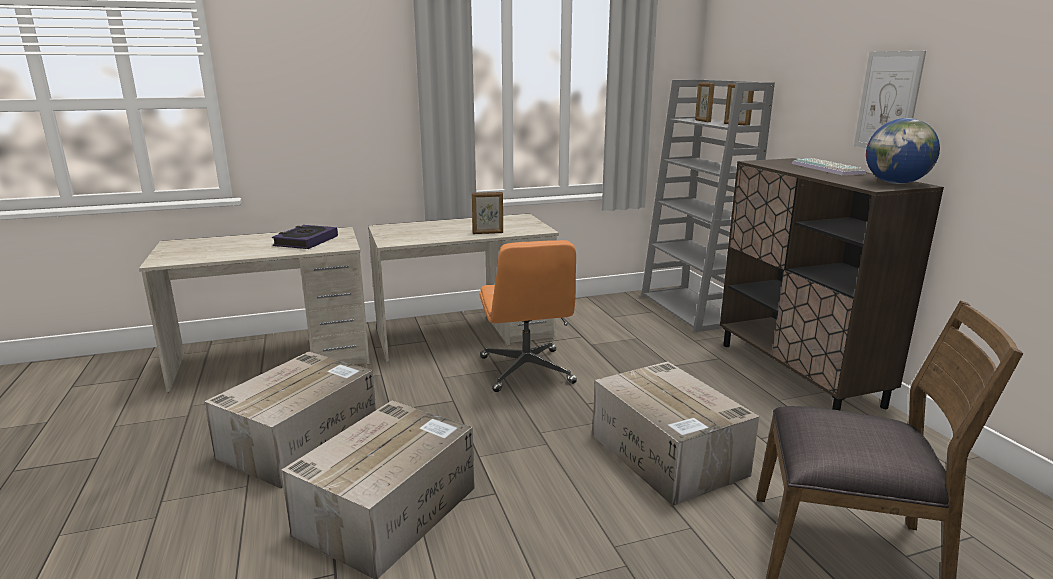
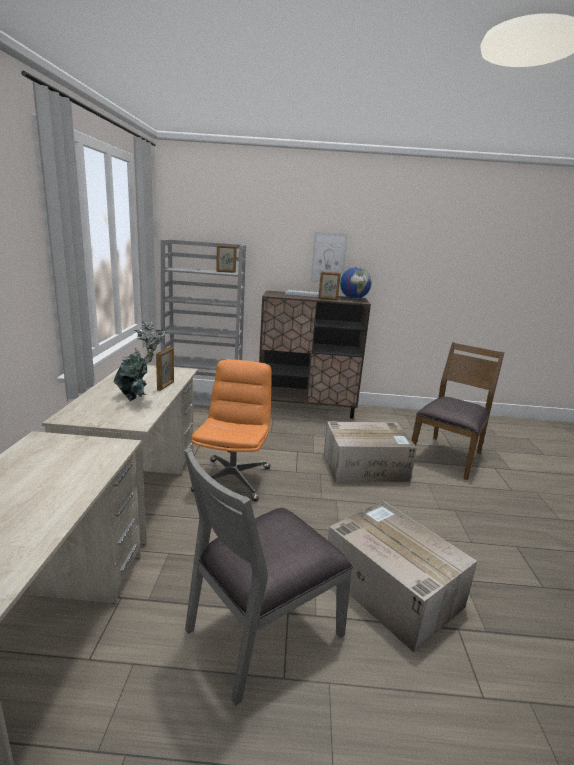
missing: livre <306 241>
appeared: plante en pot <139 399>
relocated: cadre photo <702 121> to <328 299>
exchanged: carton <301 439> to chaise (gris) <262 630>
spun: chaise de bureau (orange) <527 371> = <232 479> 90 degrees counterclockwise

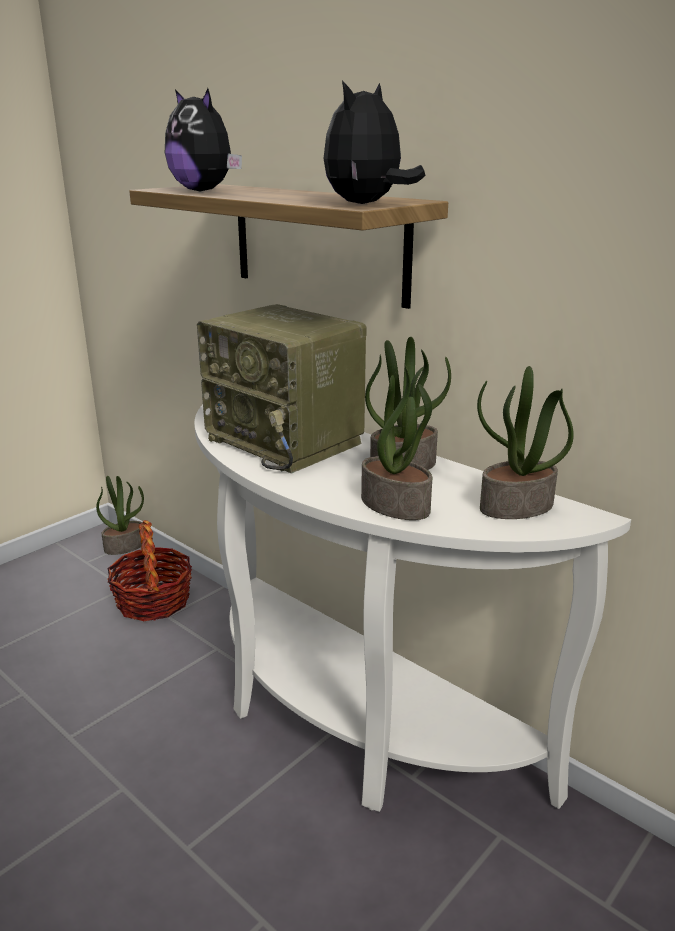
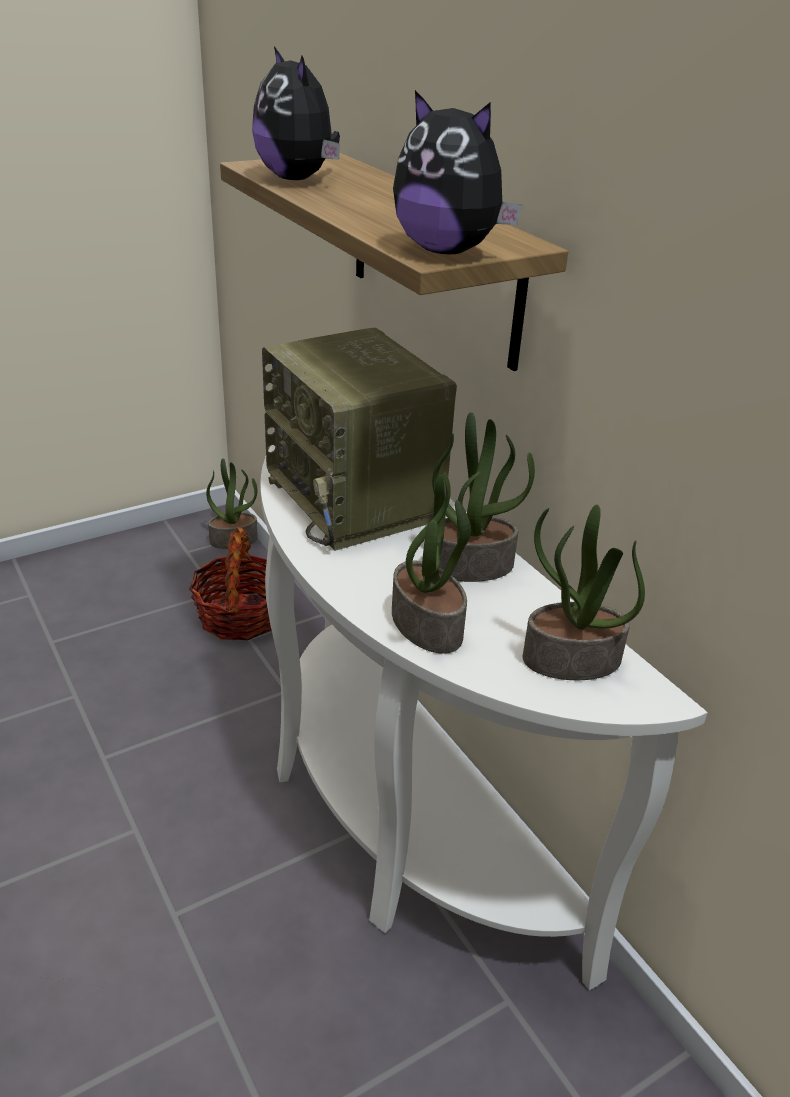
spun: peluche <367 204> = <447 251> 105 degrees counterclockwise

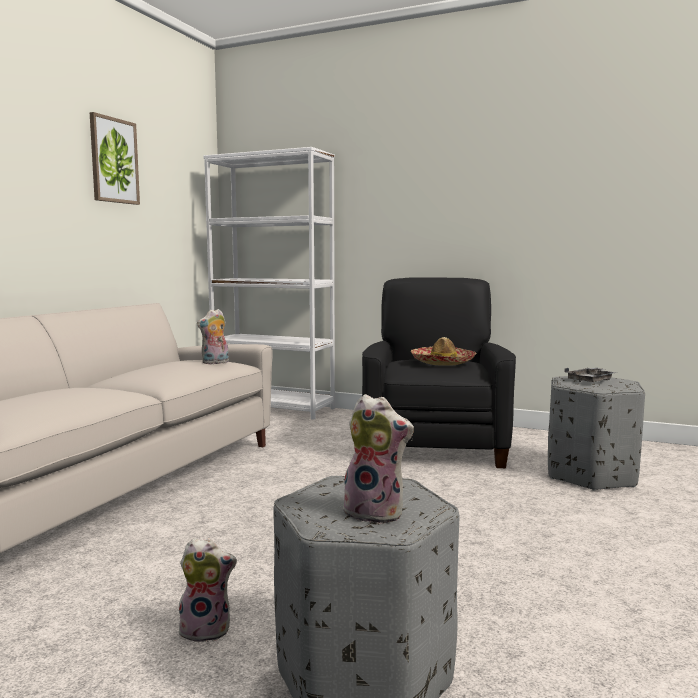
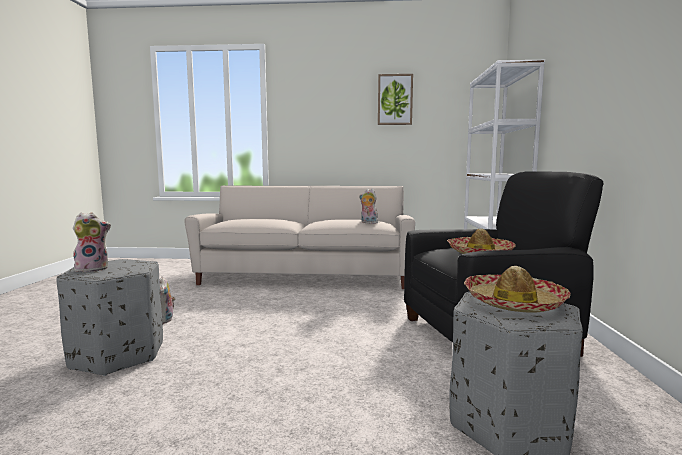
exchanged: plateau (gris) <591 381> to chapeau <513 302>
spun: peluche <376 512> = <93 269> 120 degrees counterclockwise

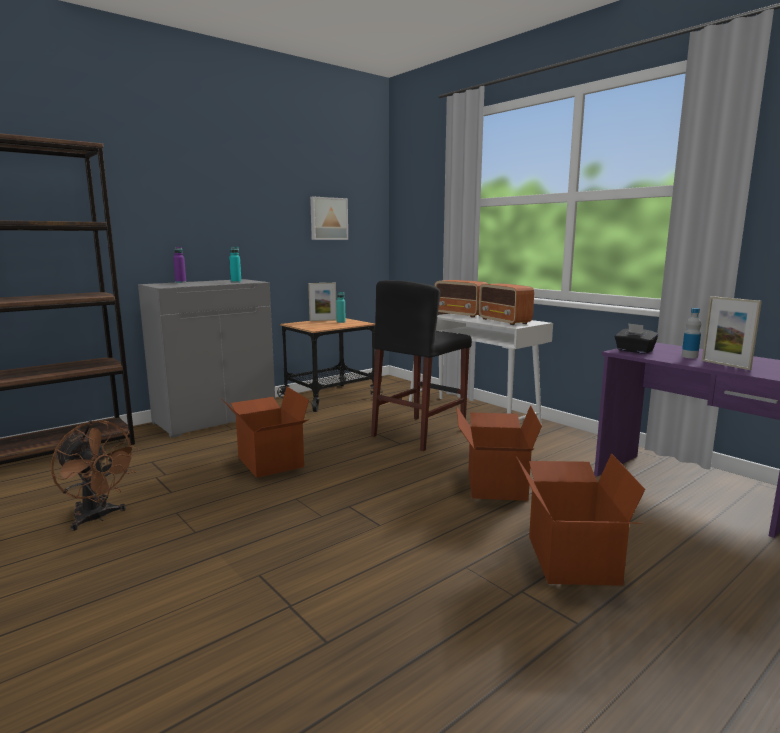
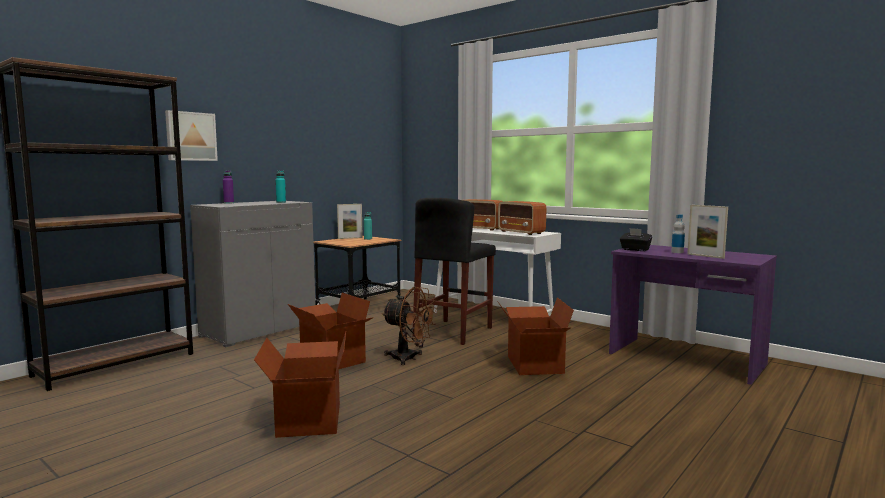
relocated: ventilateur (marron) <97 518> to <409 358>; tableau <328 218> to <190 136>; carton <570 559> to <307 420>

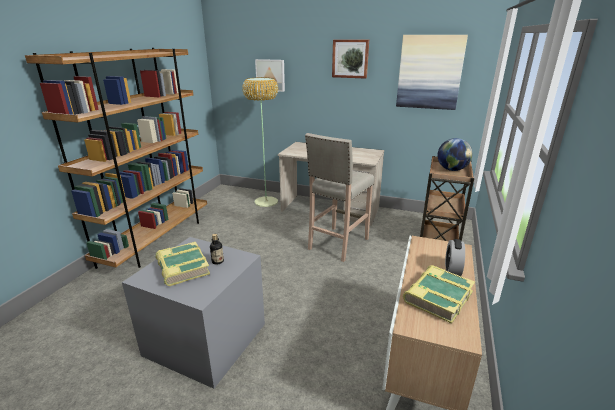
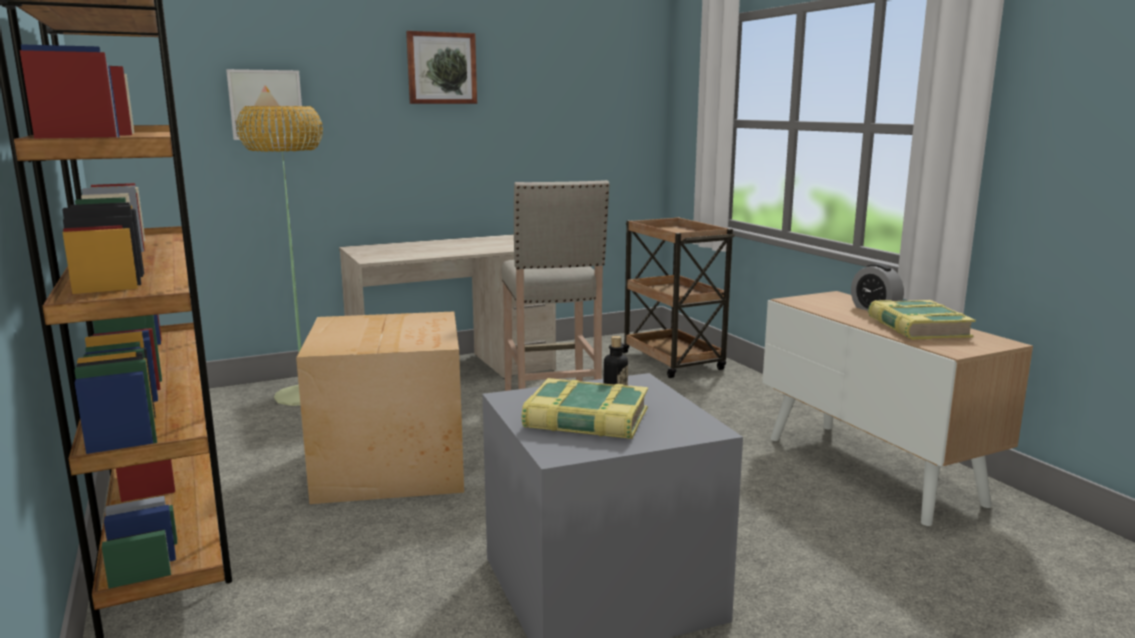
missing: tableau <429 72>; globe <451 170>
appeared: carton <393 464>

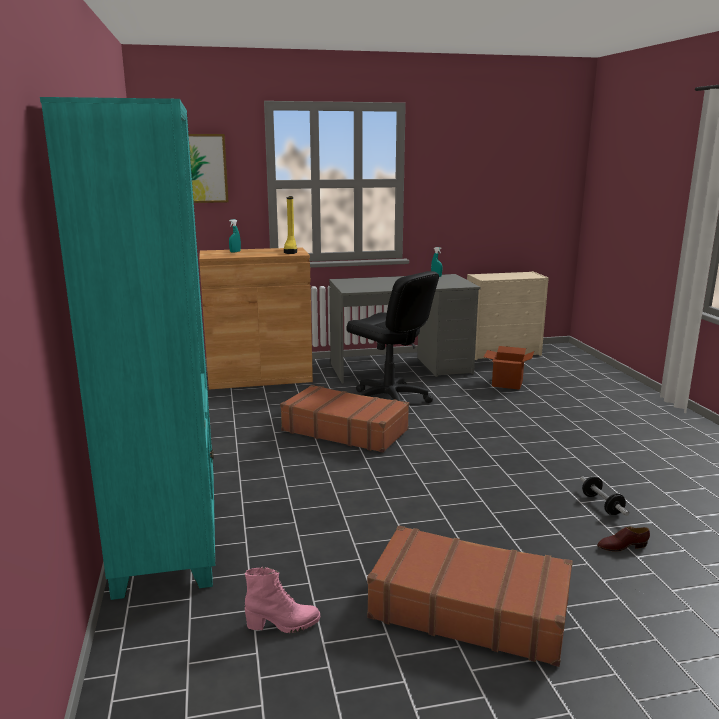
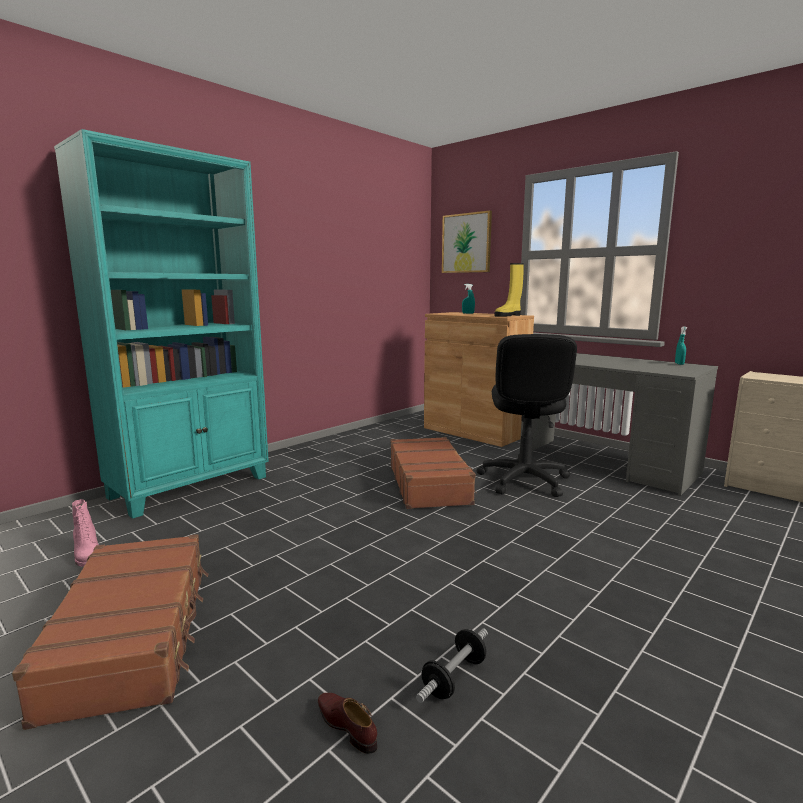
missing: carton <507 383>

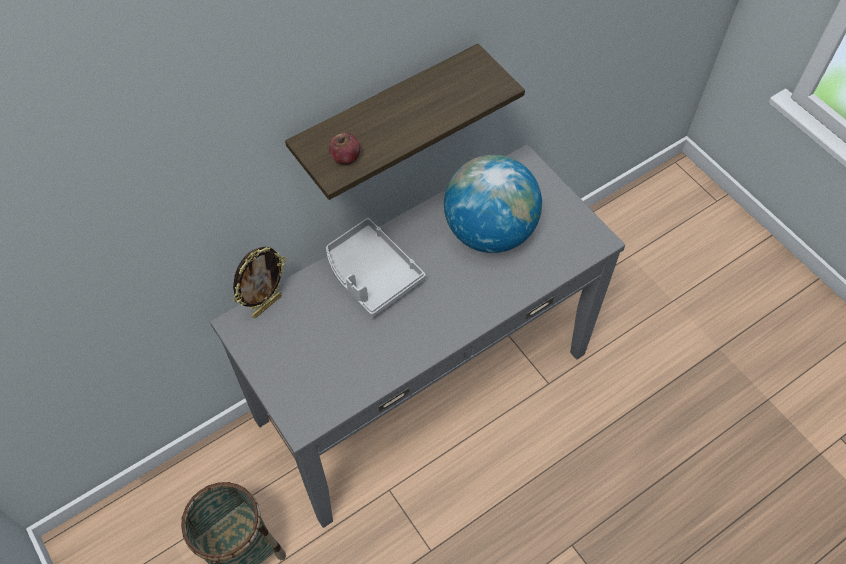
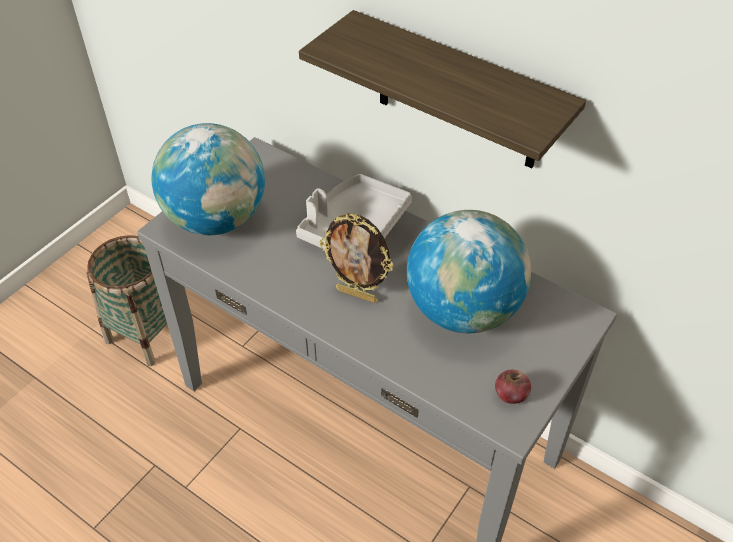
appeared: globe <216 219>
relocated: cadre photo <266 305> to <357 294>; pomme <345 157> to <511 395>

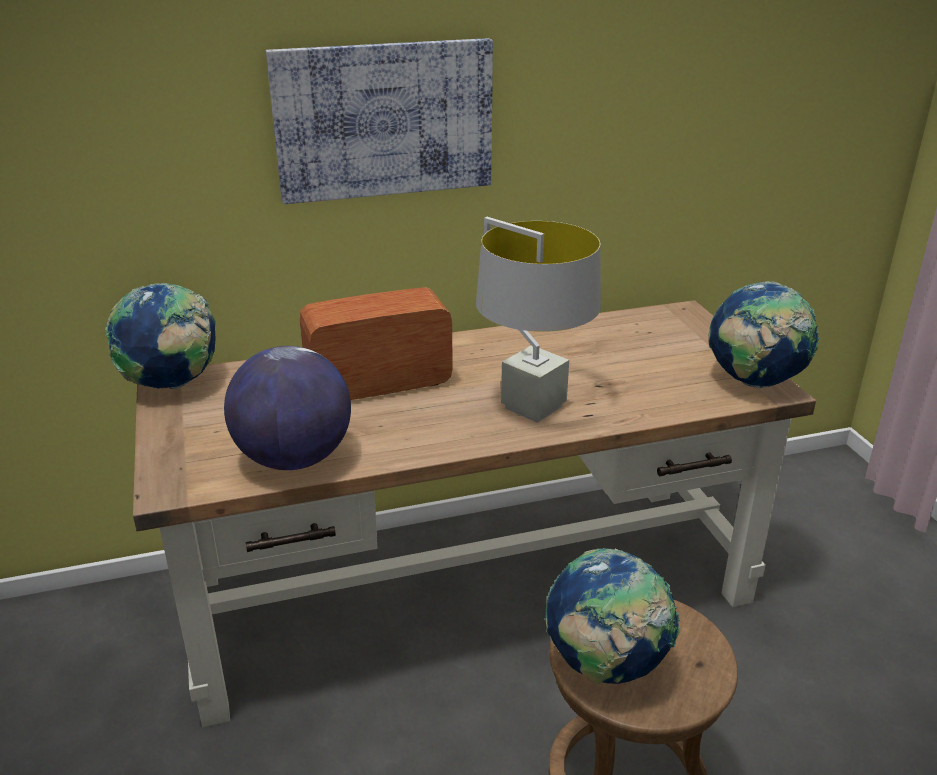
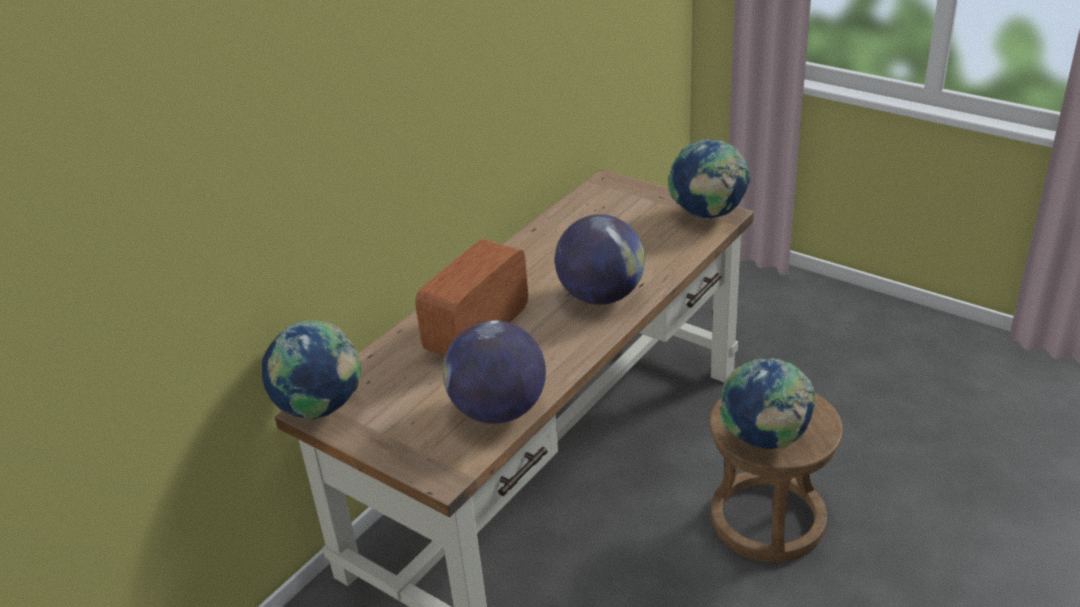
missing: tableau <384 120>
exchanged: lampe de table (gris) <533 407> to globe <601 296>

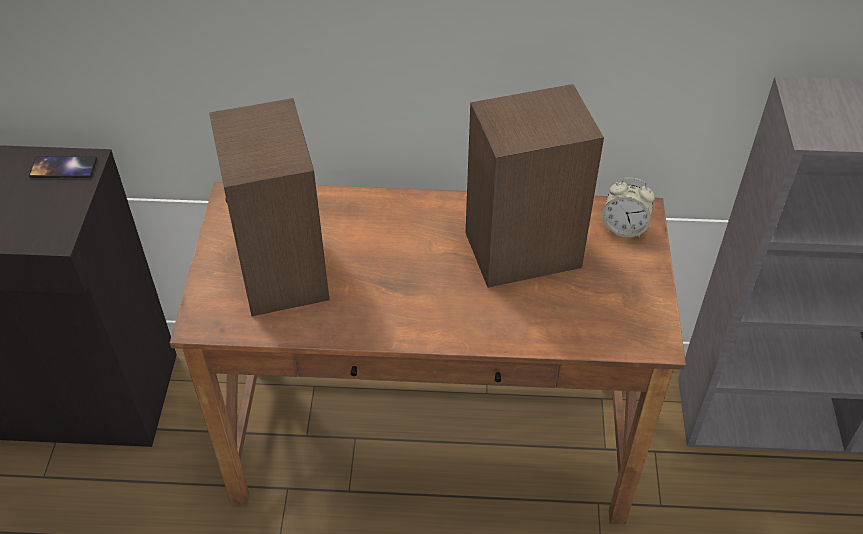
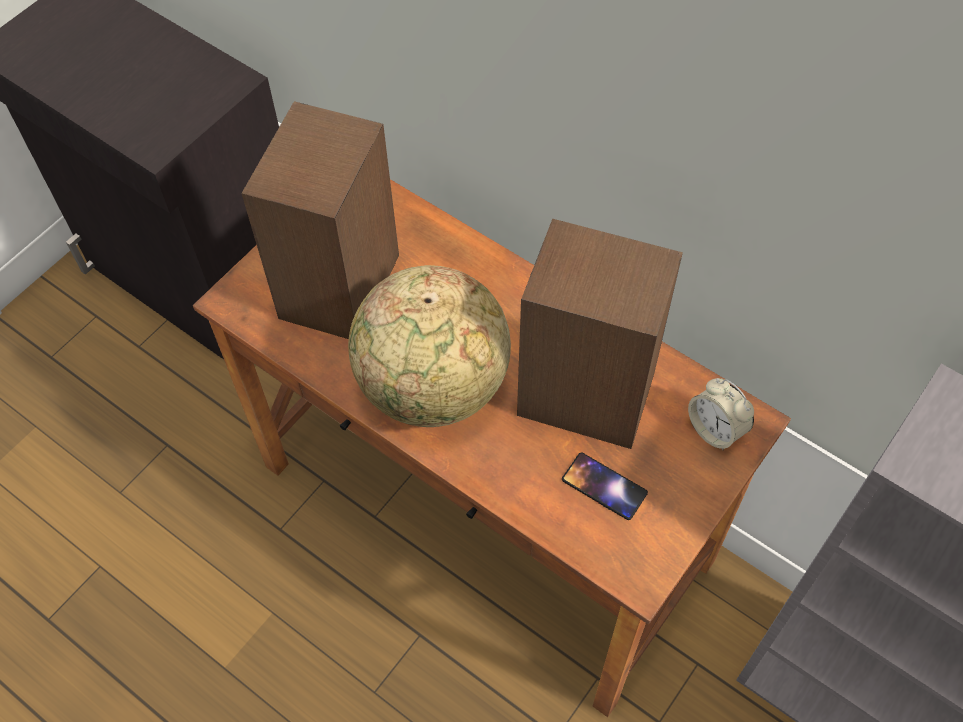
appeared: globe <433 387>
relocated: téléphone <63 168> to <604 486>

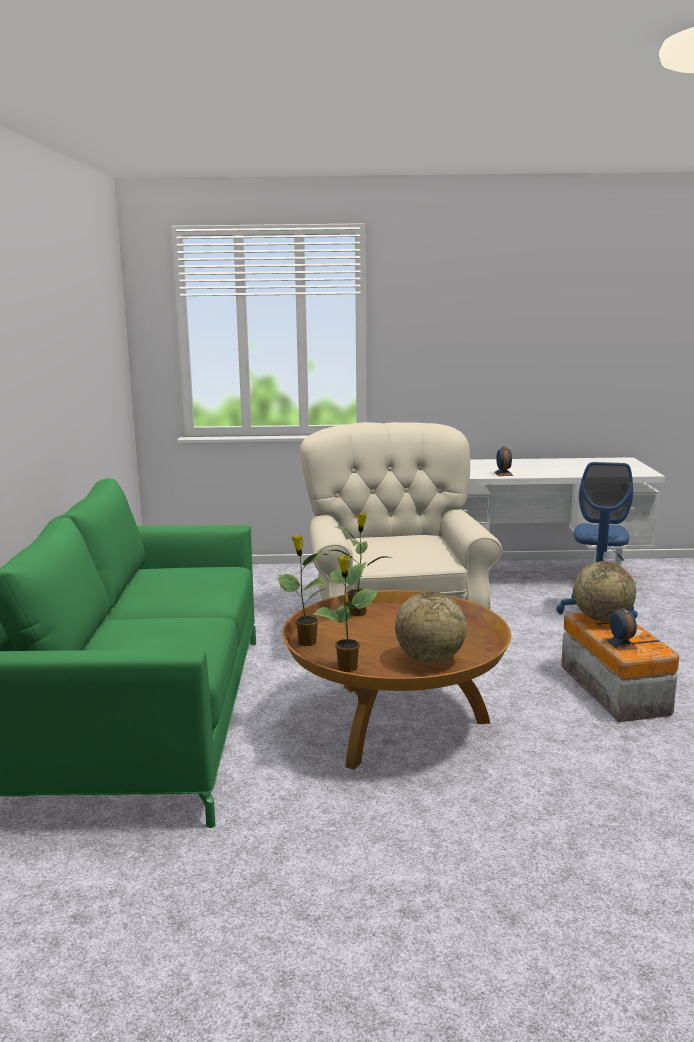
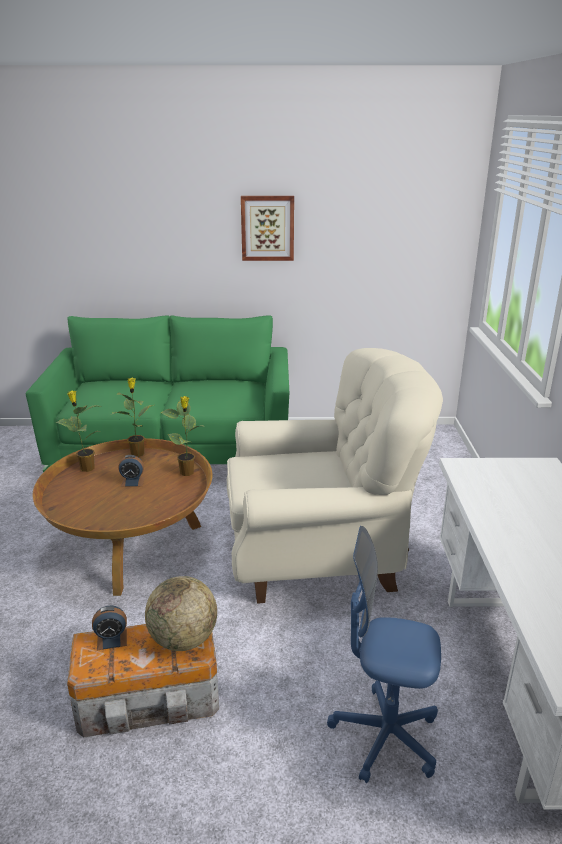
missing: globe <430 659>
appeared: tableau <267 228>
relocated: réveil <503 473> to <133 482>

